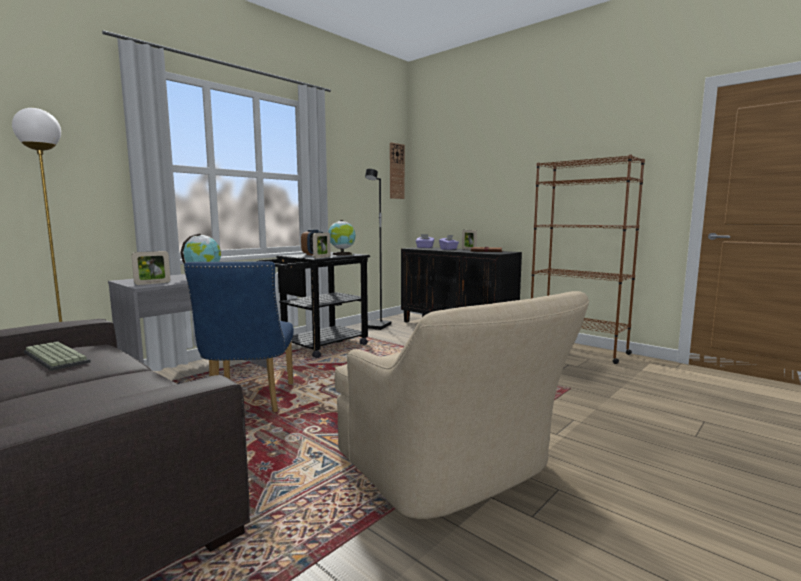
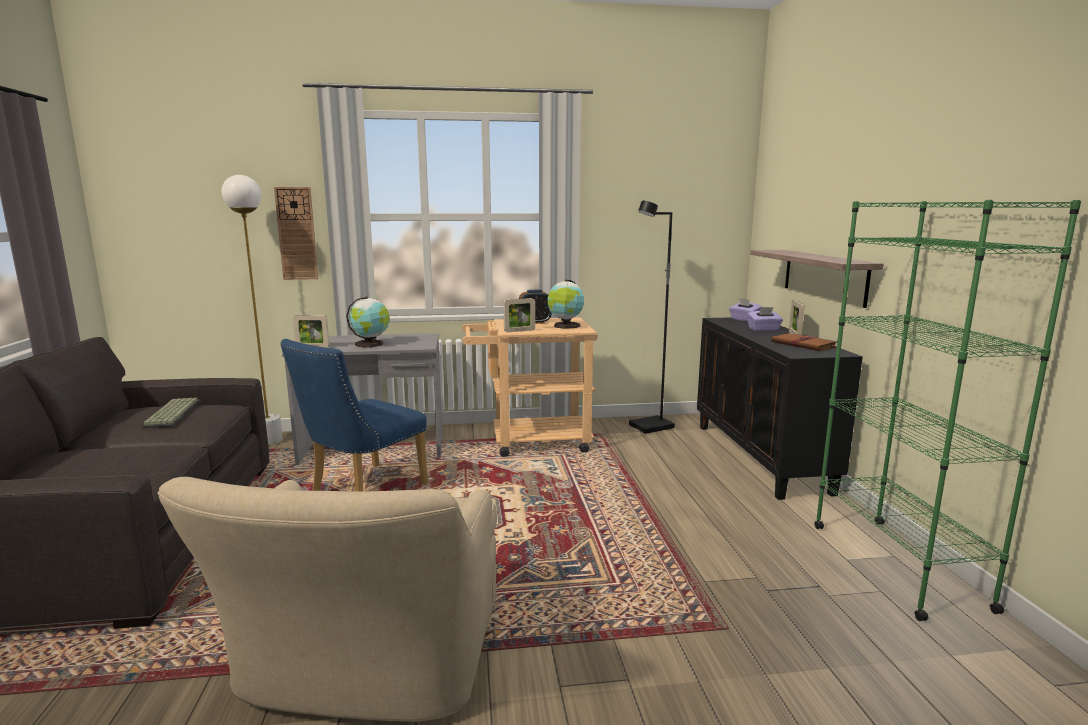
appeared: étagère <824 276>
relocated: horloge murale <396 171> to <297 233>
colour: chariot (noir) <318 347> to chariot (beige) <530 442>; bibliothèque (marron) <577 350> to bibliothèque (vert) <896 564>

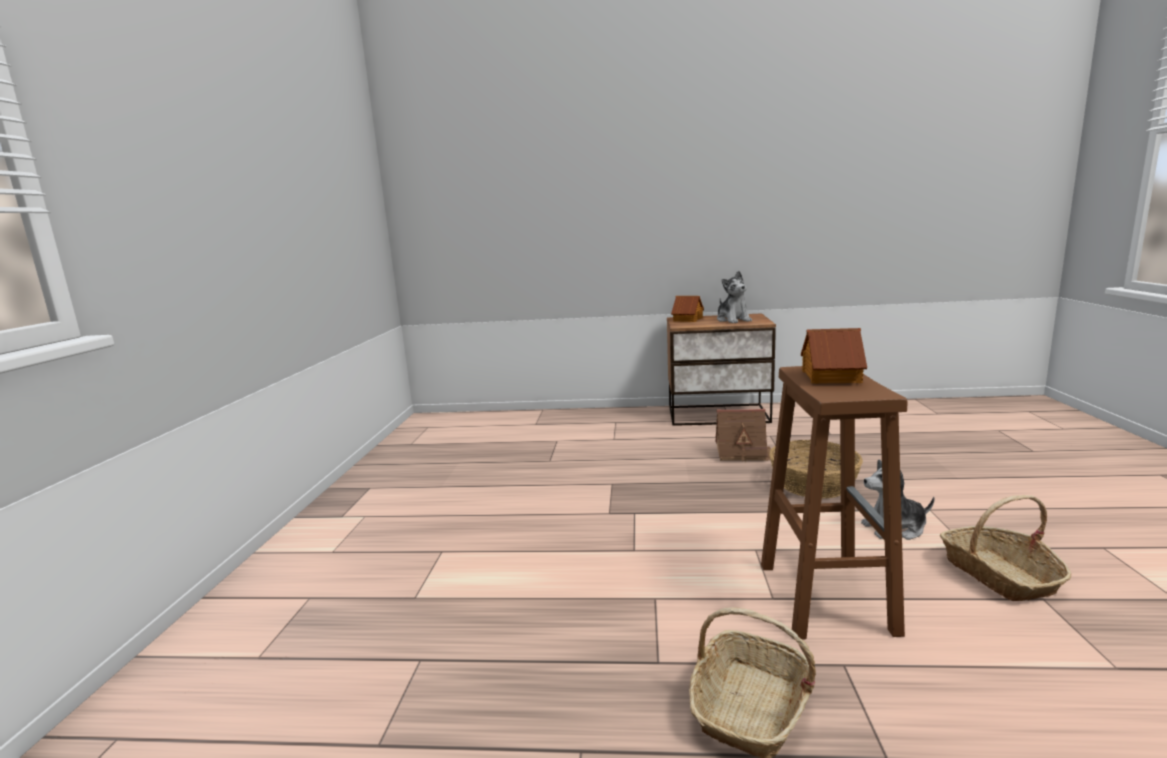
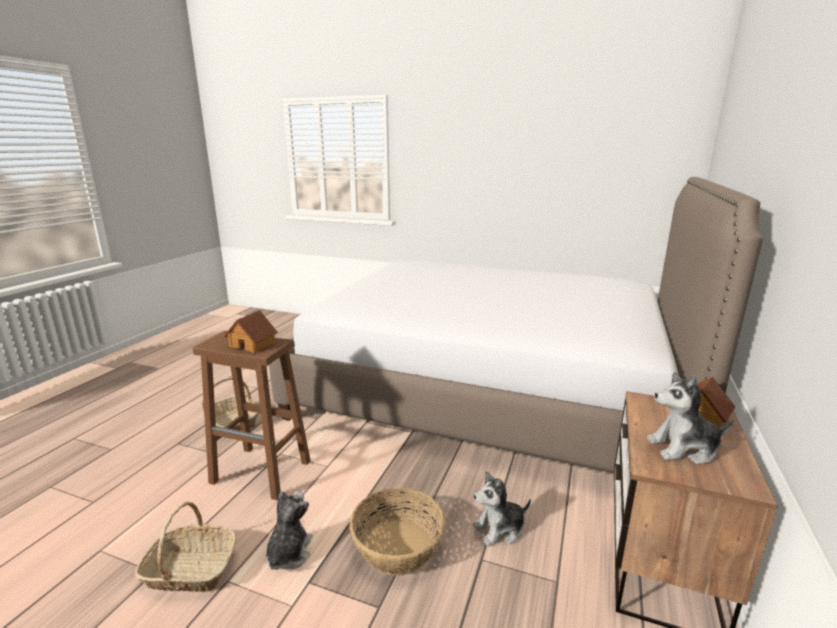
appeared: lit <490 392>
exchanged: maison miniature <744 454> to peluche <500 529>

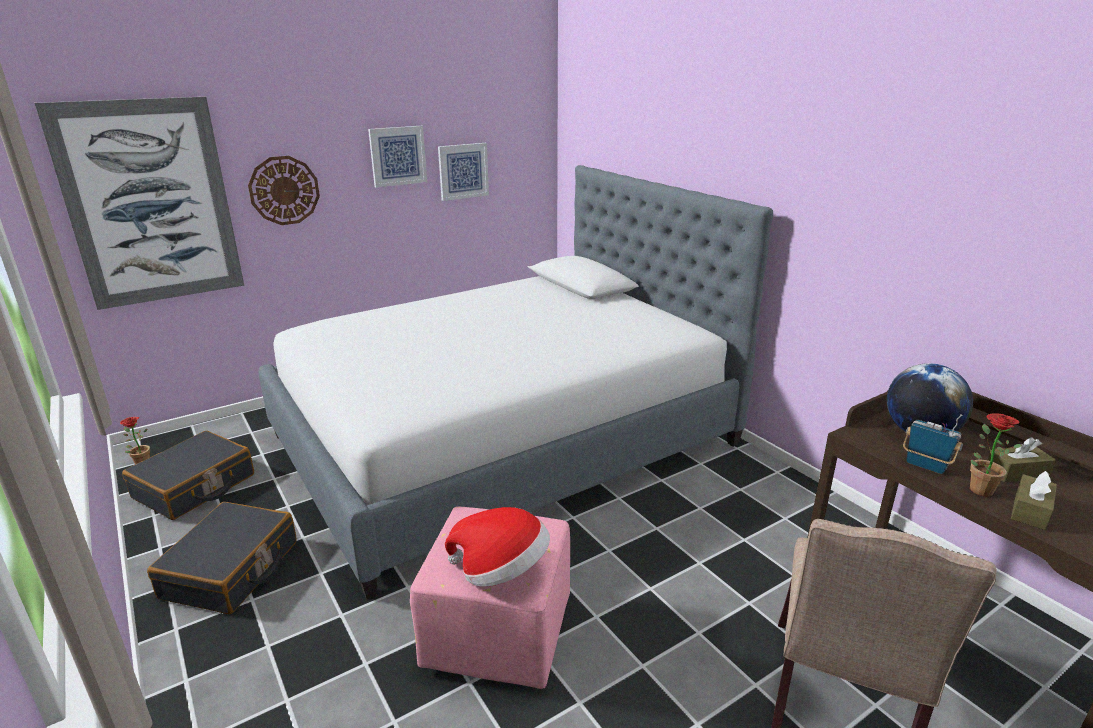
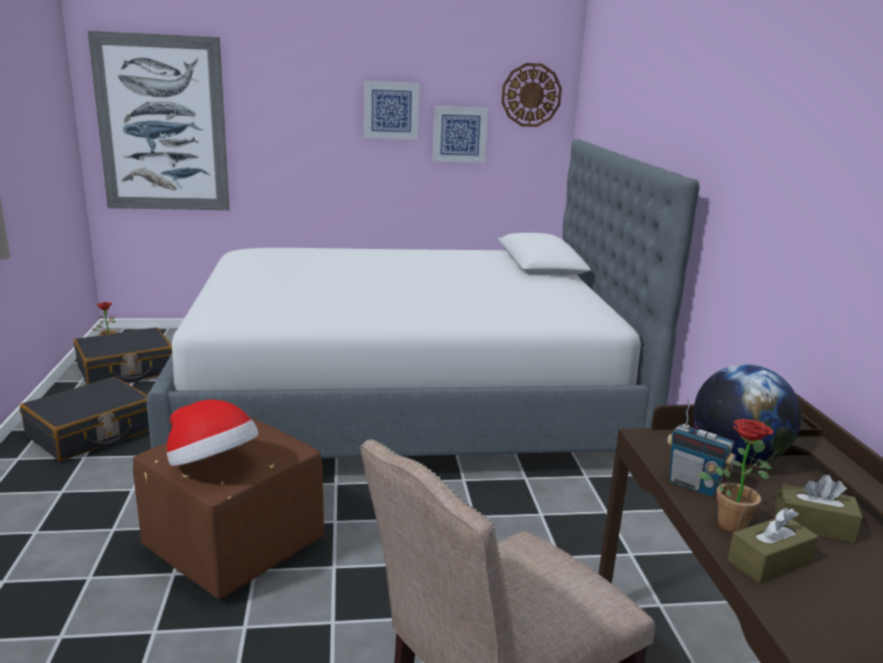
relocated: horloge murale <284 190> to <531 95>
colour: pouf (rose) <496 633> to pouf (marron) <233 547>
spun: radio <925 466> = <694 485> 150 degrees clockwise

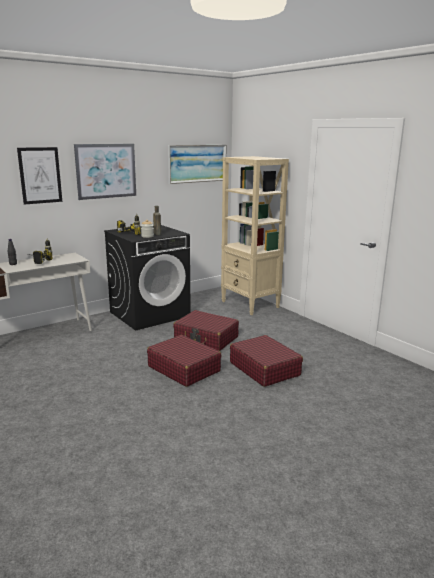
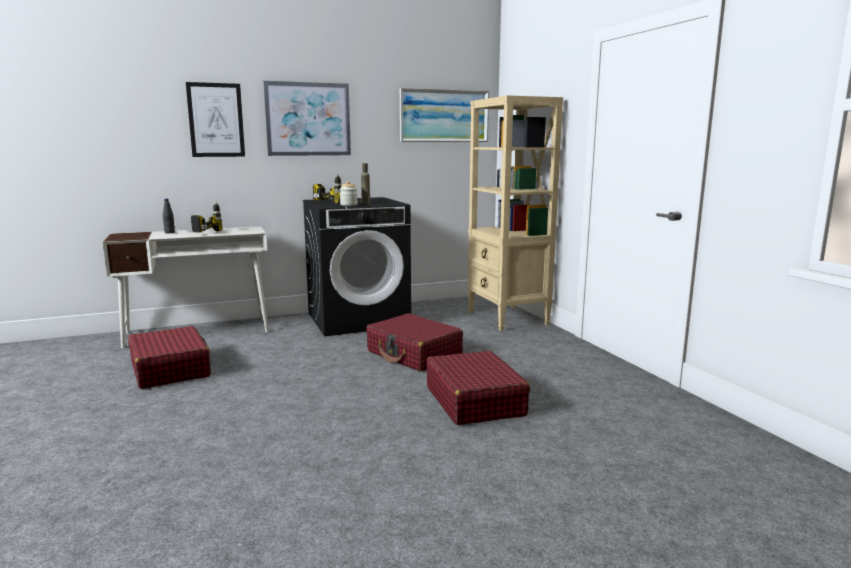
relocated: valise (rouge) <184 369> to <170 369>

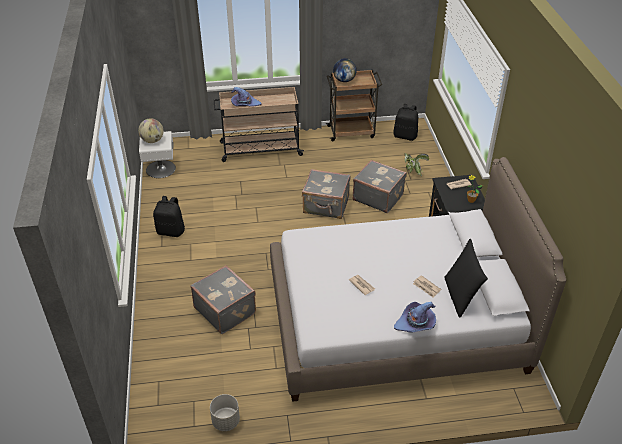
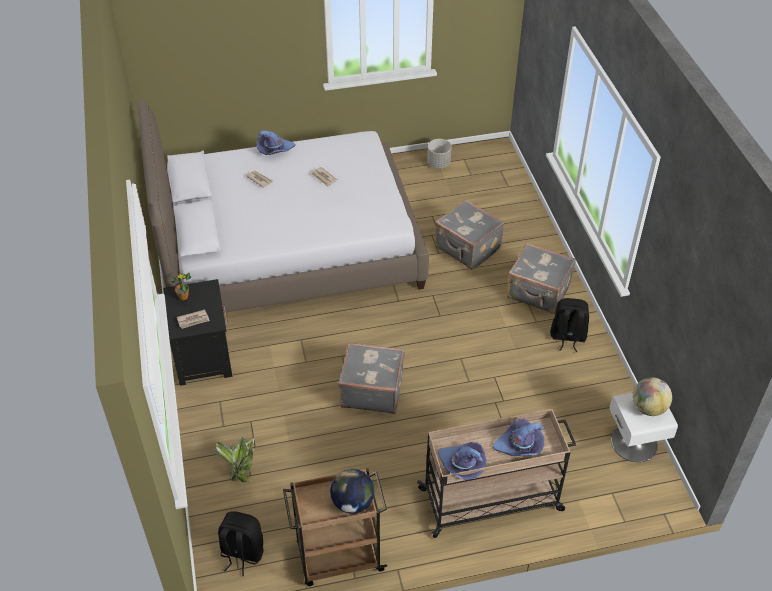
missing: coussin (noir) <460 296>
appeared: chapeau (violet) <462 465>
relocated: valise (gris) <378 197> to <538 293>

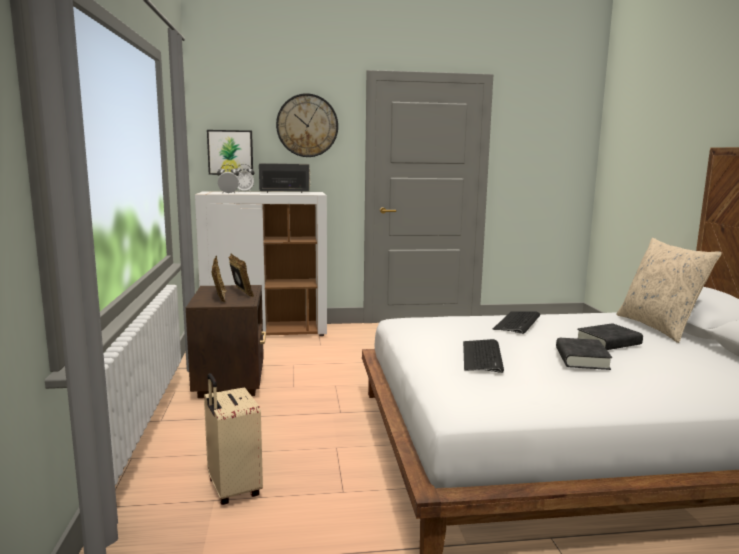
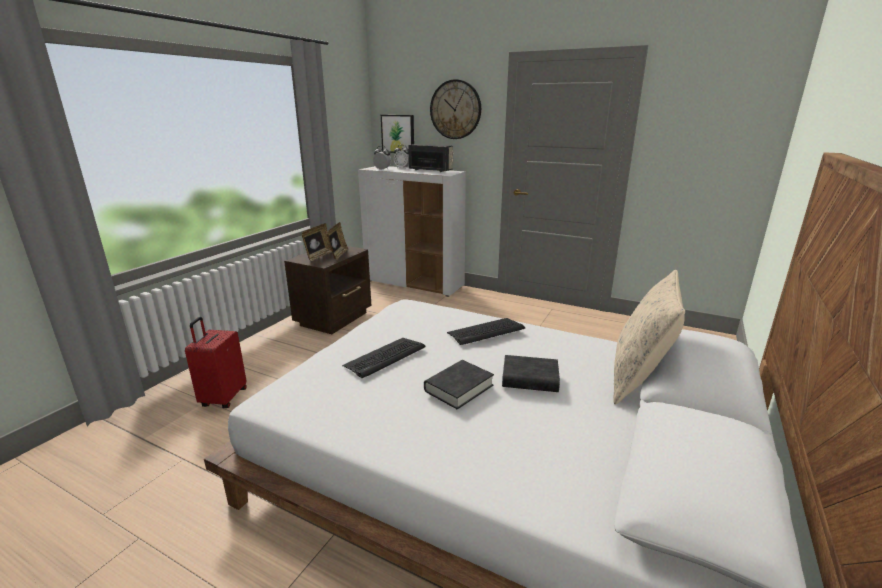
colour: valise (beige) <232 489> to valise (rouge) <223 398>

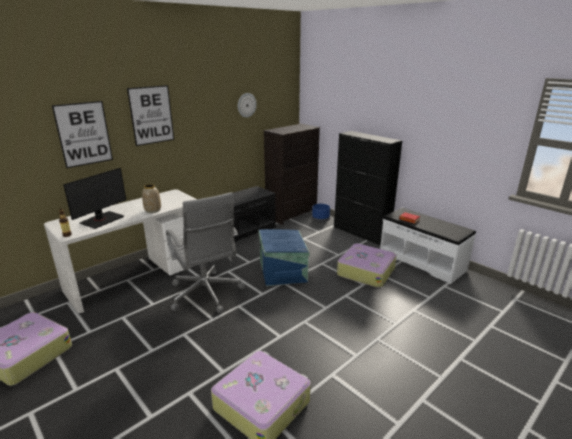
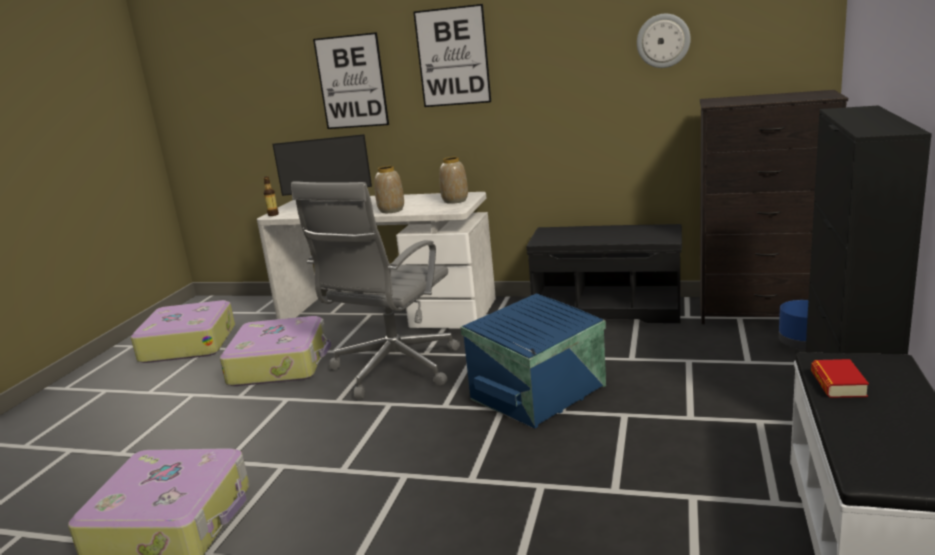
appeared: vase <455 201>
relocated: valise <366 271> to <280 364>

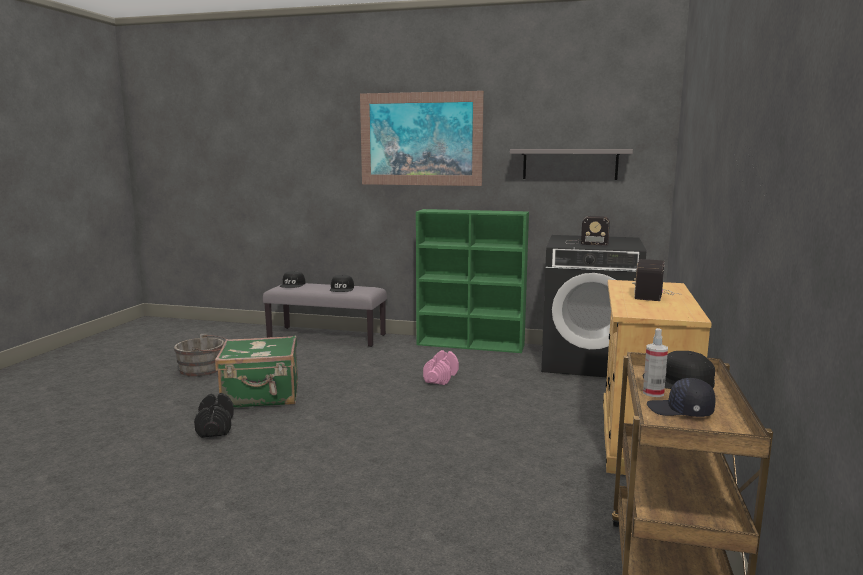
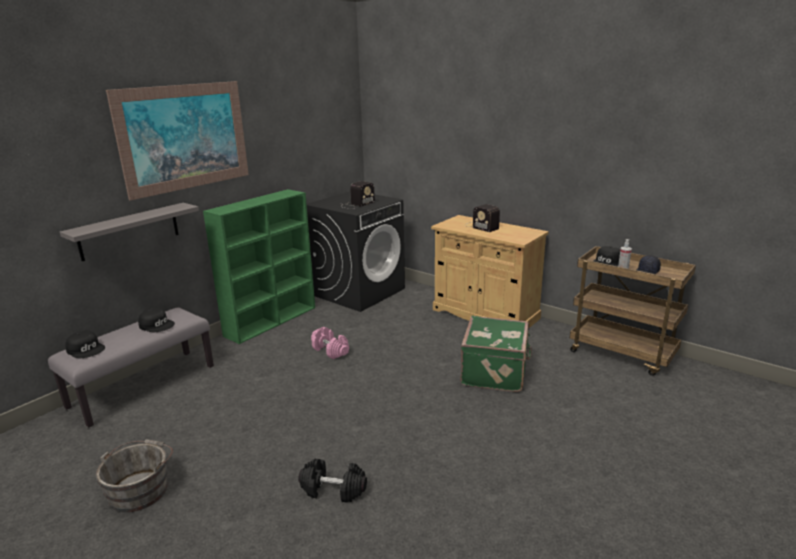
relocated: valise (vert) <261 396> to <495 372>; étagère (gris) <570 164> to <129 231>

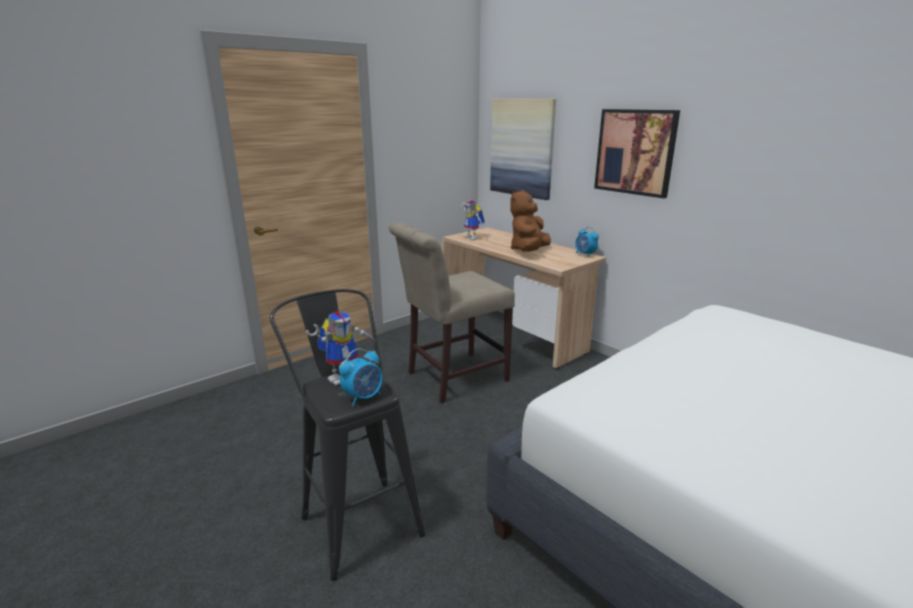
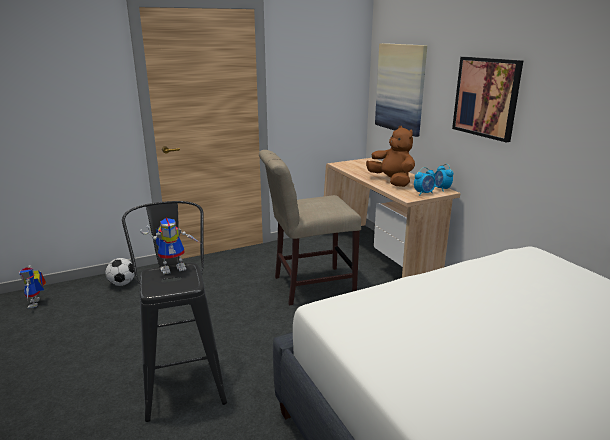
appeared: ballon de foot <122 284>
relocated: réveil <363 397> to <424 193>; robot jouet <473 238> to <37 303>
spun: peluche (marron) <528 251> = <392 181> 105 degrees clockwise

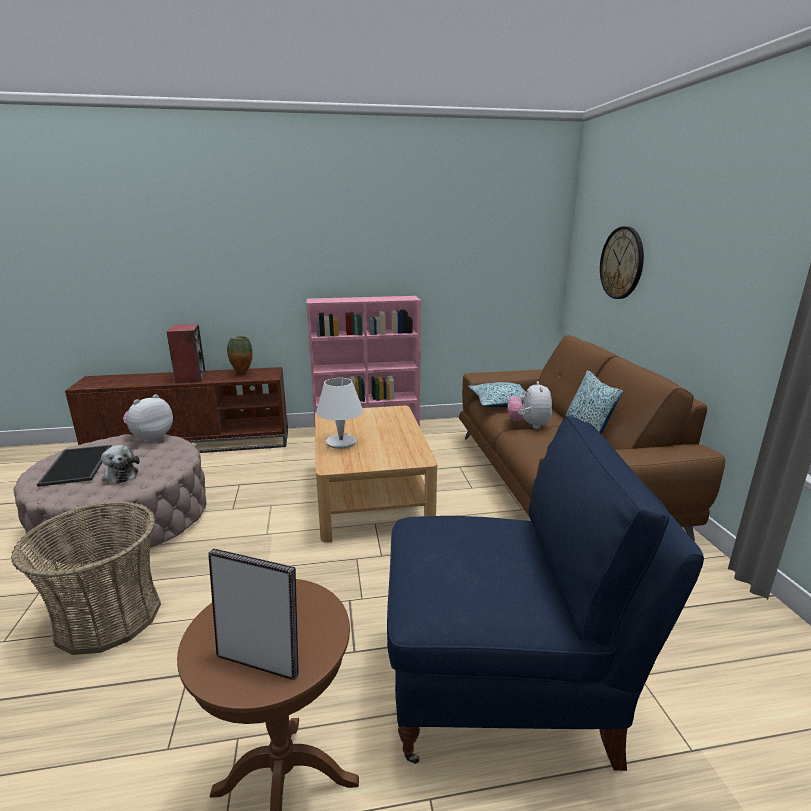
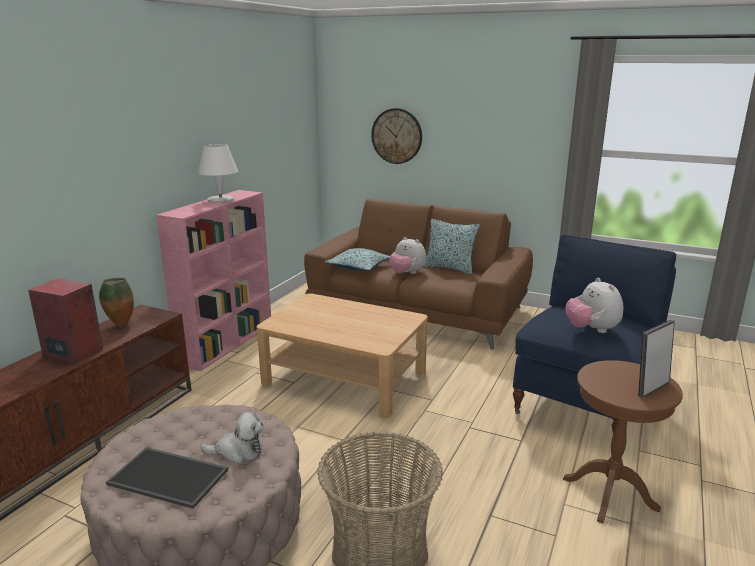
relocated: peluche <151 438> to <591 330>; lampe de table (blanc) <341 442> to <221 200>

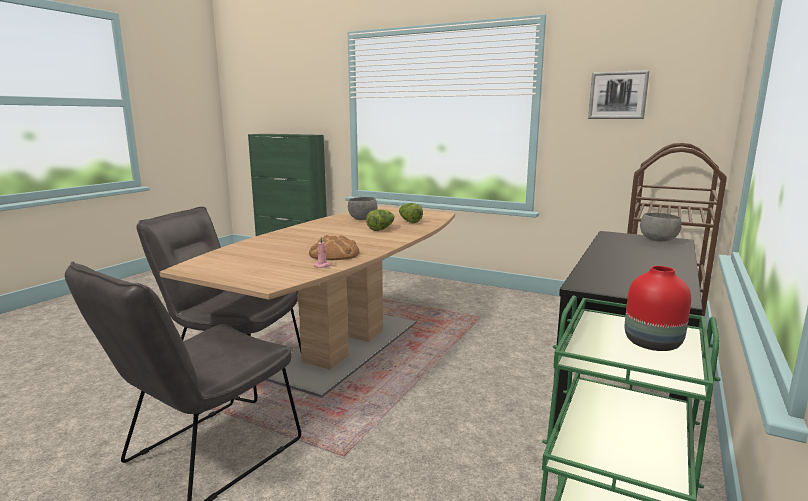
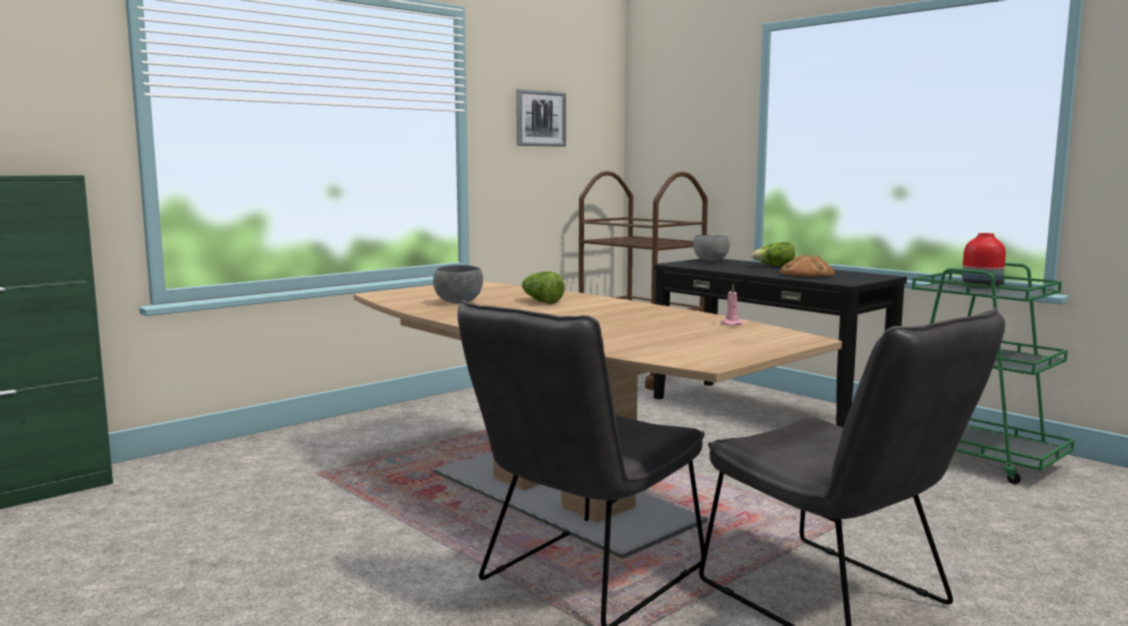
relocated: pain <334 254> to <806 274>; laitue <409 221> to <774 266>

